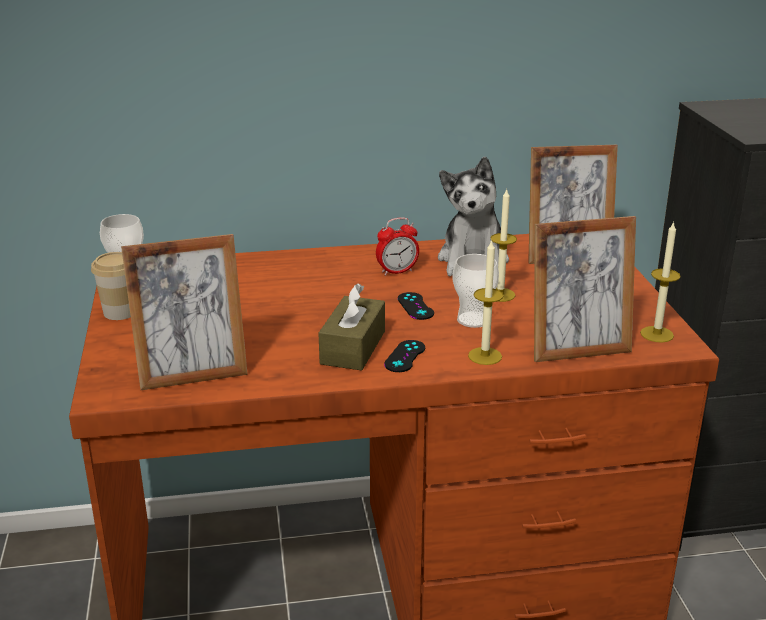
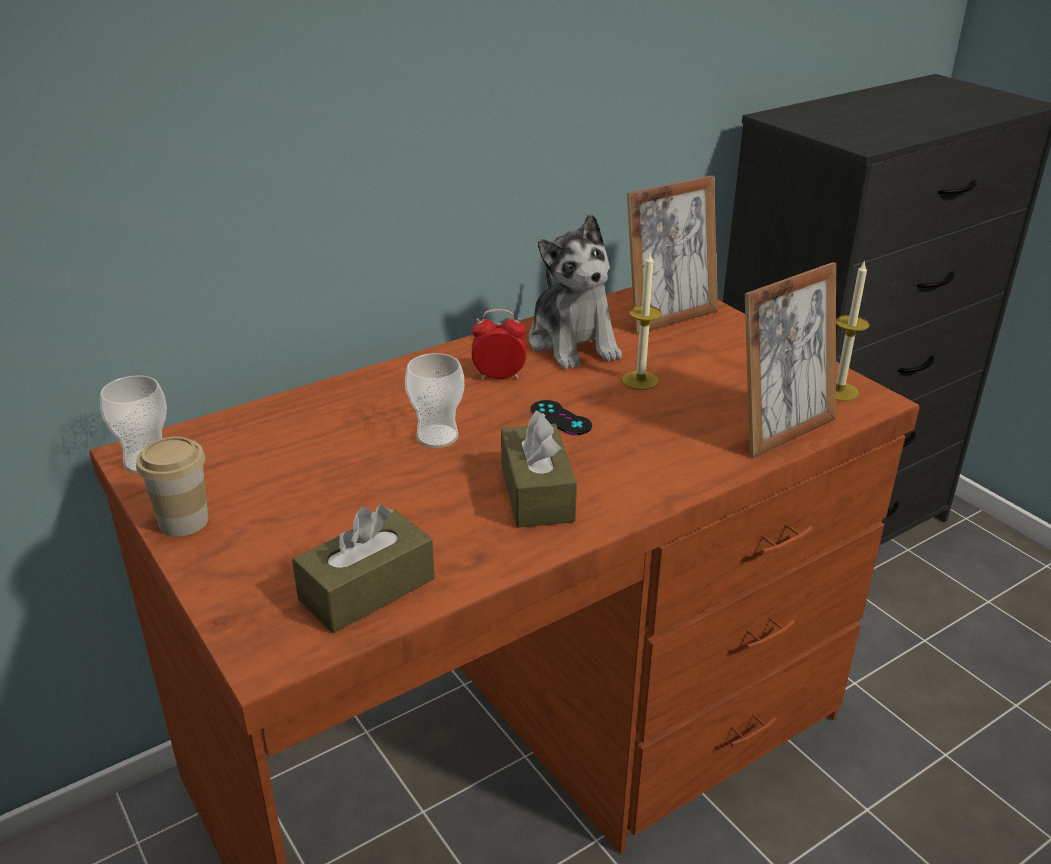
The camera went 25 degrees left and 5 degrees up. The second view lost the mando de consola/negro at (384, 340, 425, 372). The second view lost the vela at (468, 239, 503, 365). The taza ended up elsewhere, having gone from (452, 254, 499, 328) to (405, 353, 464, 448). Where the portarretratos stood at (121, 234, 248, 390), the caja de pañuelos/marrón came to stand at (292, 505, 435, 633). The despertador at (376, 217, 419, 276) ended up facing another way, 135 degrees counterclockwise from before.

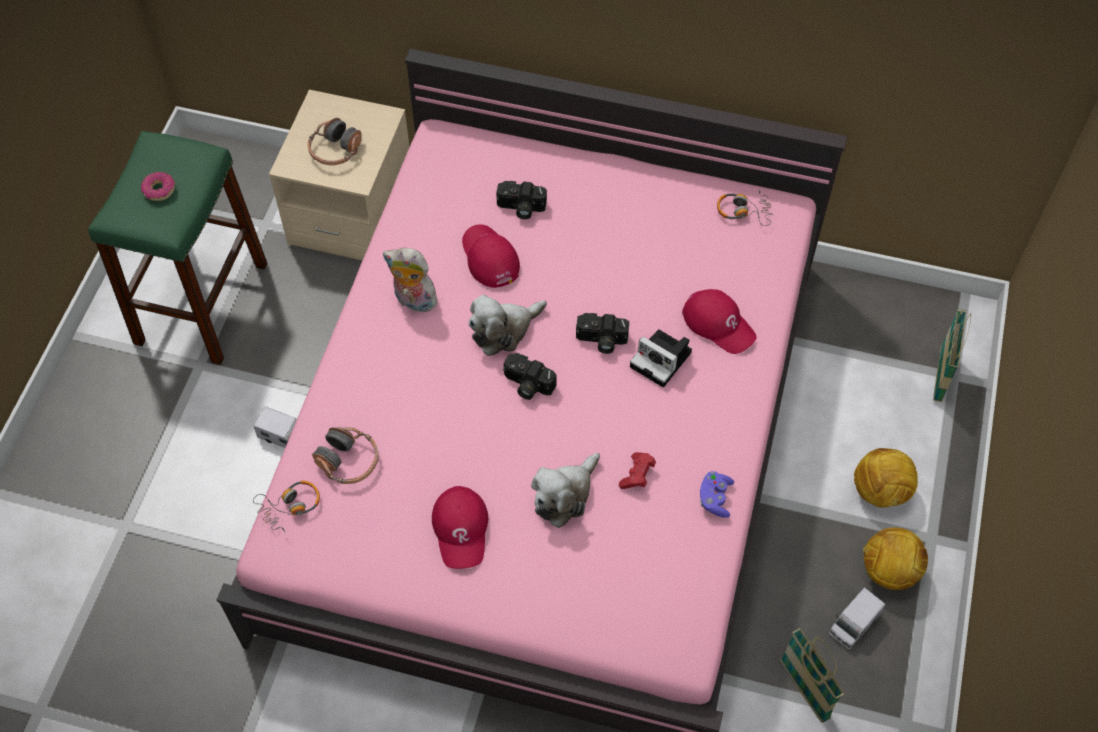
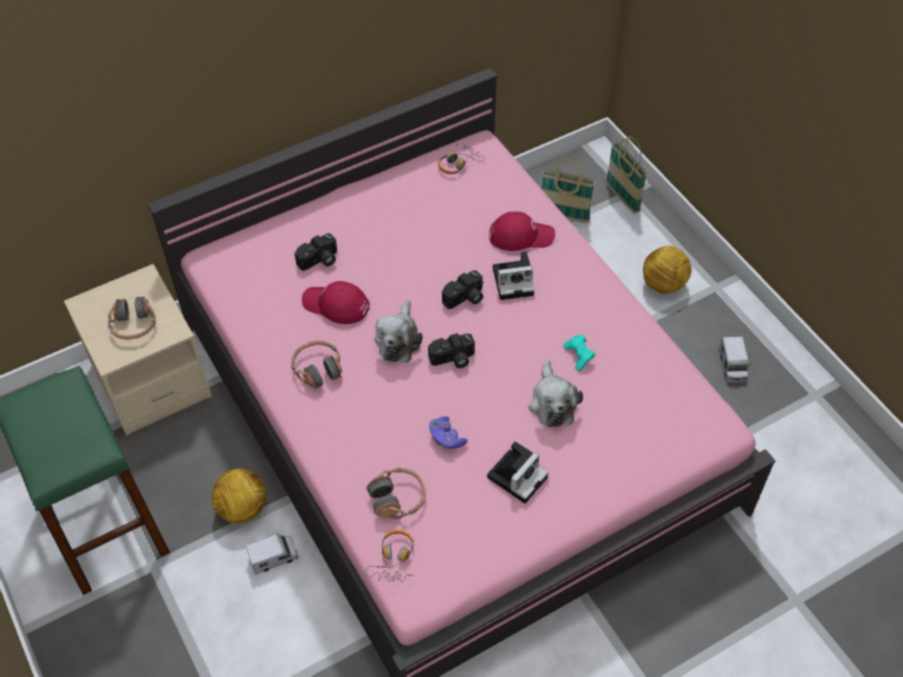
The camera went 45 degrees left and 5 degrees down. The second view lost the rosquilla at (141, 172, 175, 201). The mando de consola/morado ended up elsewhere, having gone from (700, 471, 734, 518) to (429, 416, 468, 449). The cesta ended up elsewhere, having gone from (780, 628, 845, 723) to (542, 156, 596, 223). The balón de fútbol ended up elsewhere, having gone from (863, 527, 928, 590) to (211, 469, 266, 523). Where the peluche stood at (383, 248, 438, 315), the auriculares came to stand at (291, 340, 342, 389). Where the gorra/rojo stood at (432, 486, 488, 569), the cámara came to stand at (487, 442, 548, 504). What was the mando de consola/rojo at (619, 452, 656, 489) turned into the mando de consola/turquesa at (563, 335, 595, 371).

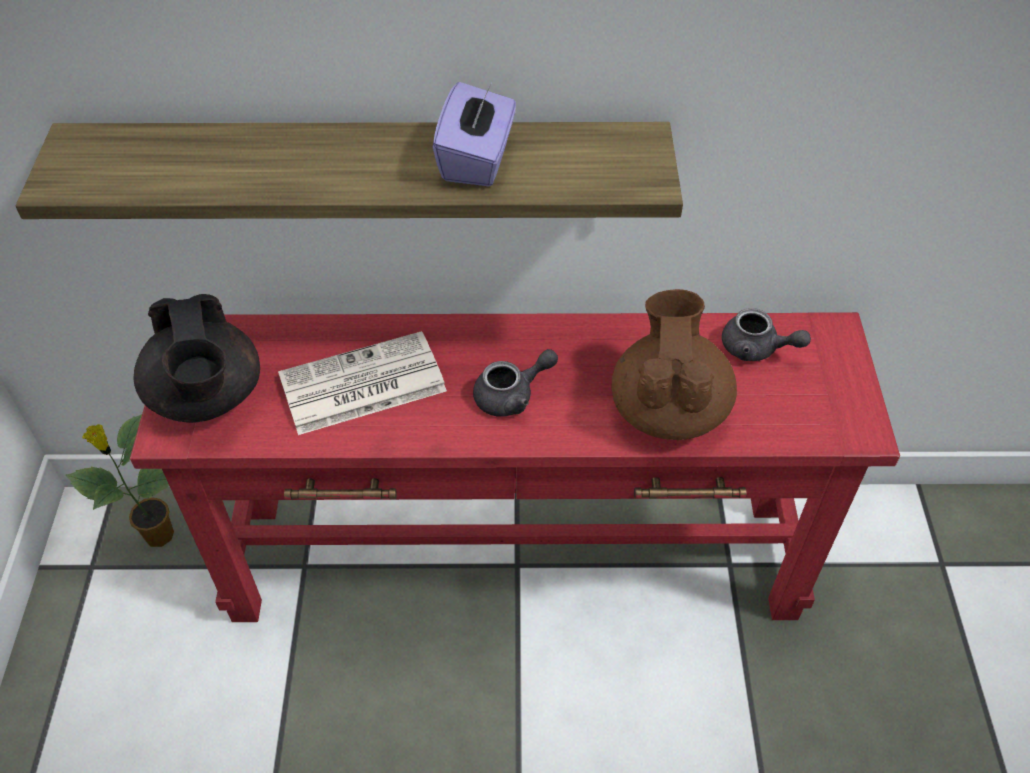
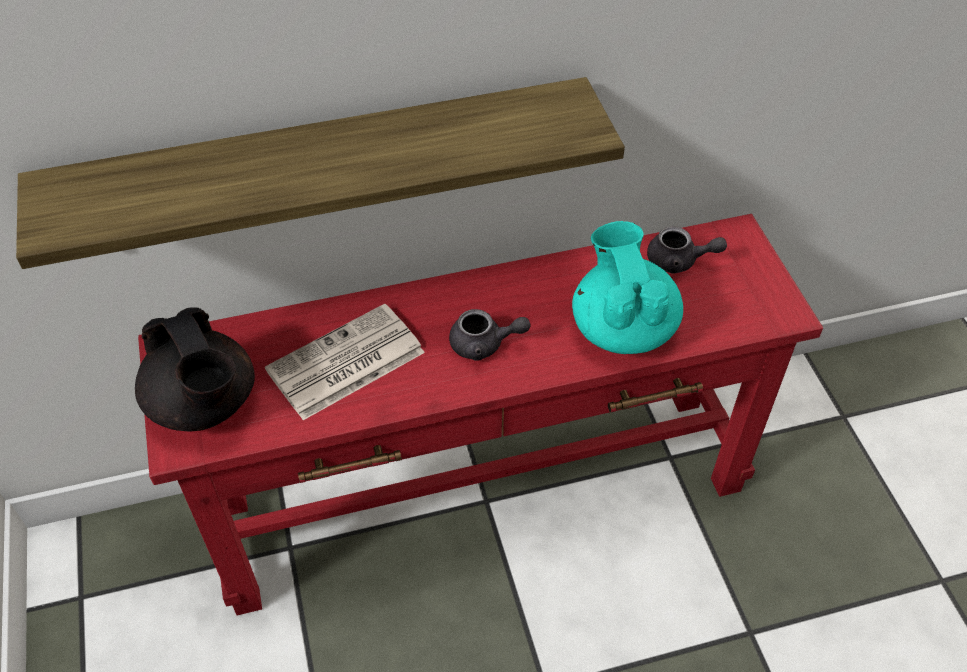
The camera went 15 degrees left and 0 degrees up. The second view lost the planta en maceta at (66, 414, 174, 547). The second view lost the caja de pañuelos/morado at (433, 82, 516, 186). What was the tetera/marrón at (611, 289, 737, 440) turned into the tetera/turquesa at (572, 221, 683, 354). The tetera/gris at (473, 349, 558, 417) ended up facing another way, 45 degrees clockwise from before.

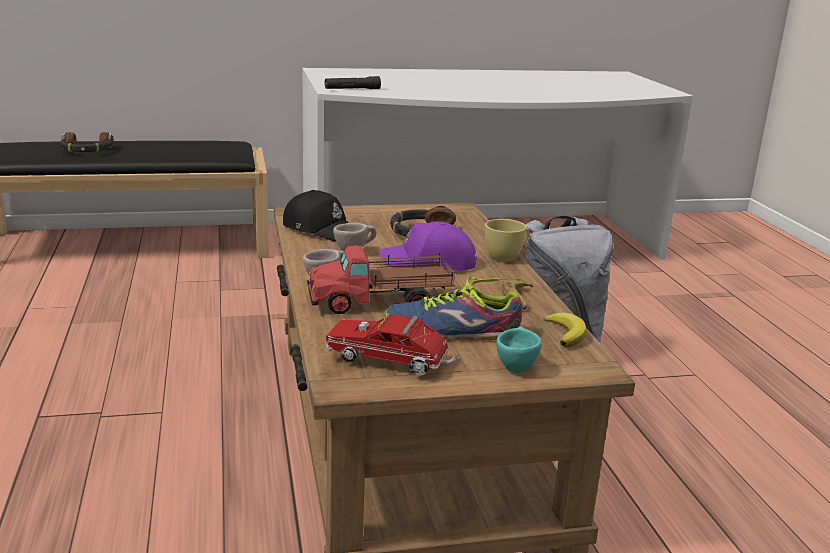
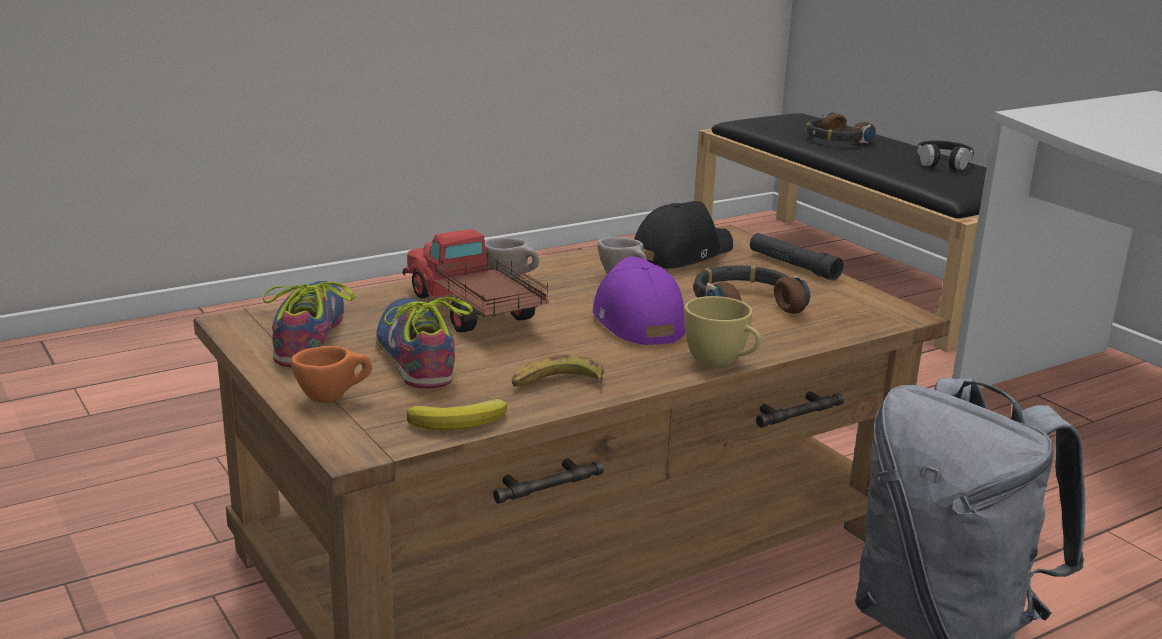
The camera went 70 degrees right and 0 degrees up. The second view gained the auriculares/negro at (916, 141, 974, 170). The linterna/negro ended up elsewhere, having gone from (325, 76, 381, 89) to (750, 233, 844, 281). Where the camión de juguete stood at (326, 313, 457, 376), the zapato came to stand at (263, 281, 355, 367). What was the taza/turquesa at (496, 326, 542, 373) turned into the taza/naranja at (291, 346, 372, 403). The gorra/negro at (283, 190, 349, 242) ended up facing another way, 150 degrees counterclockwise from before.

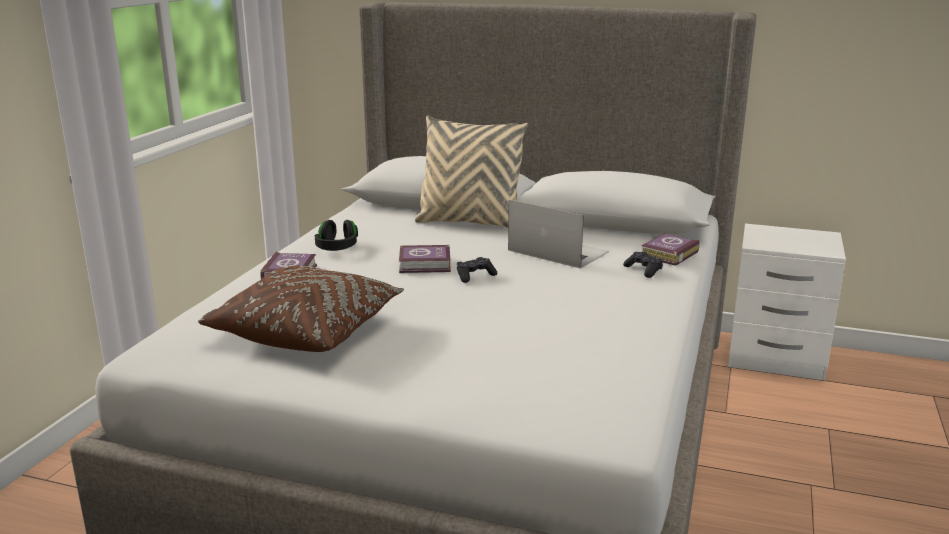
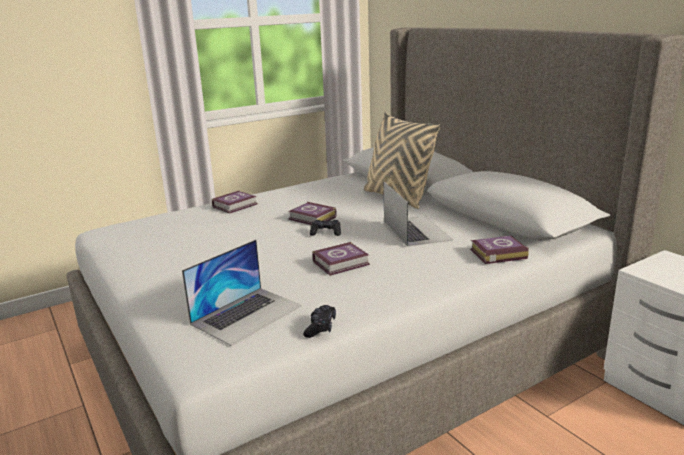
The camera went 40 degrees right and 0 degrees up. The second view lost the cojín/marrón at (198, 266, 404, 352). The second view lost the auriculares/negro at (315, 220, 358, 251). The second view gained the portátil at (182, 239, 302, 346). The second view gained the libro at (312, 242, 370, 276). The mando de consola/negro ended up elsewhere, having gone from (623, 252, 663, 278) to (303, 305, 336, 338).

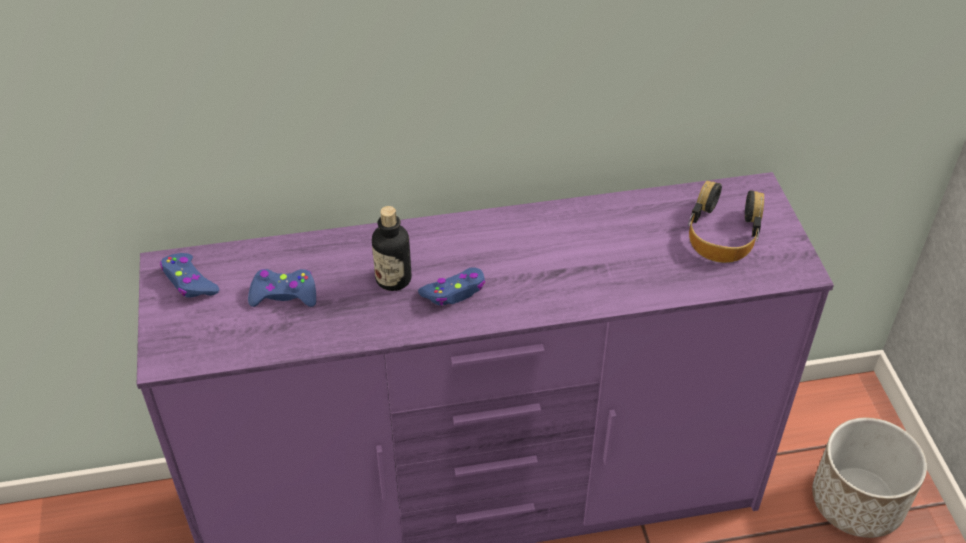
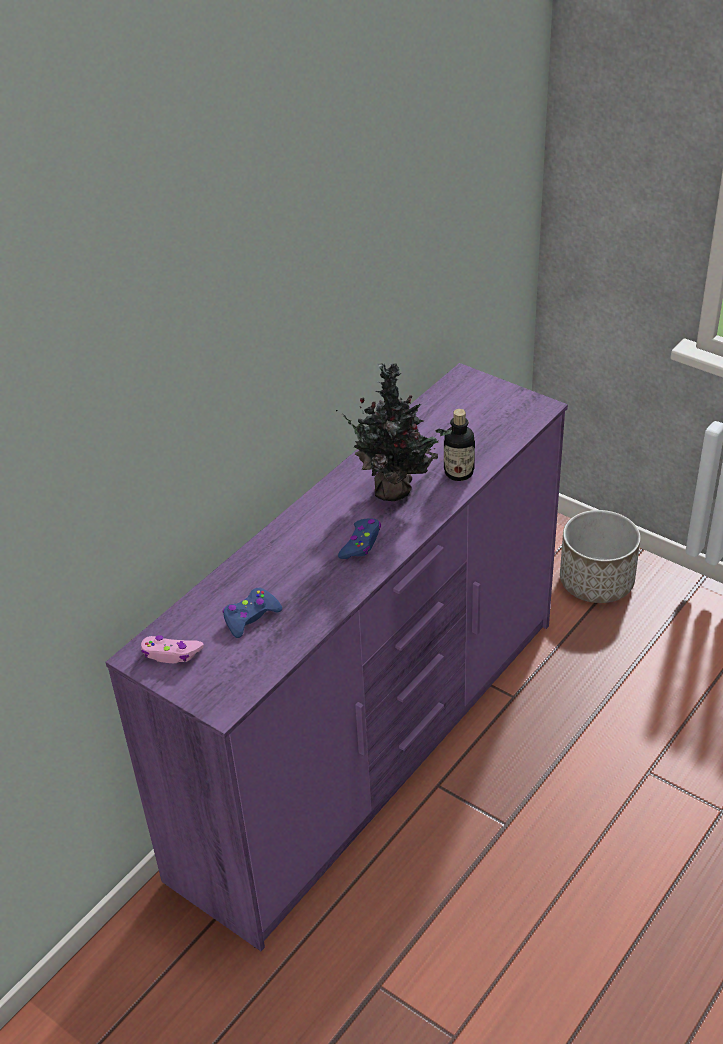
The camera went 40 degrees left and 5 degrees down. The second view lost the auriculares at (688, 181, 764, 263). The second view gained the planta en maceta at (336, 363, 452, 501). The botella ended up elsewhere, having gone from (372, 206, 412, 291) to (444, 409, 475, 481). What was the mando de consola/azul at (160, 253, 219, 298) turned into the mando de consola/rosa at (141, 635, 204, 663).

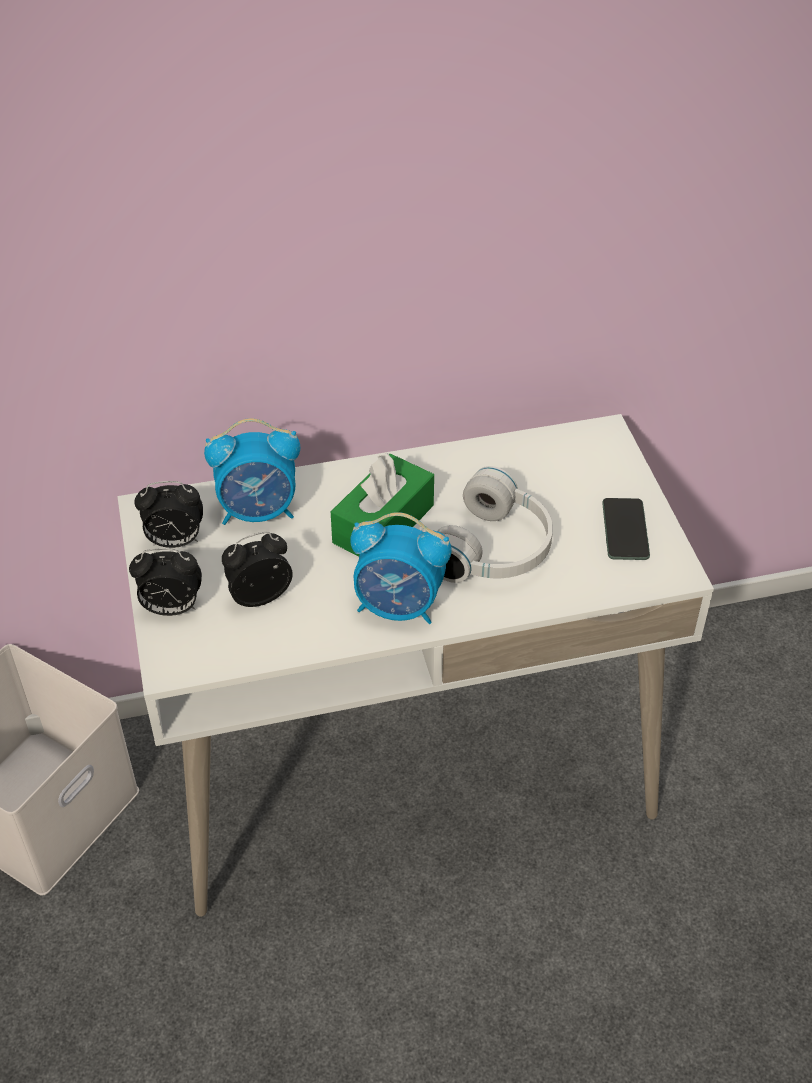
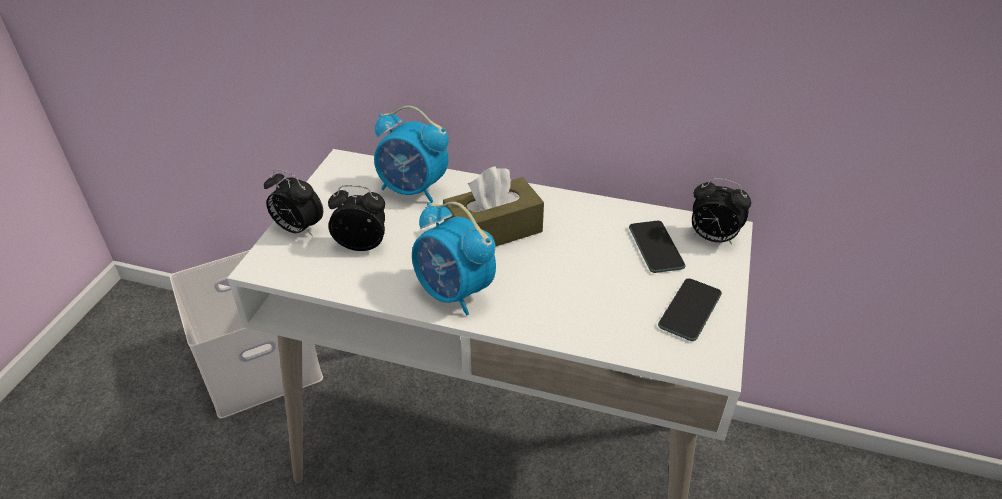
The camera went 30 degrees right and 5 degrees down. The second view lost the auriculares/blanco at (438, 466, 553, 583). The second view gained the móvil at (629, 221, 685, 273). The despertador ended up elsewhere, having gone from (134, 481, 203, 548) to (692, 178, 751, 245). What was the caja de pañuelos/verde at (331, 453, 434, 556) turned into the caja de pañuelos/marrón at (443, 166, 544, 246).

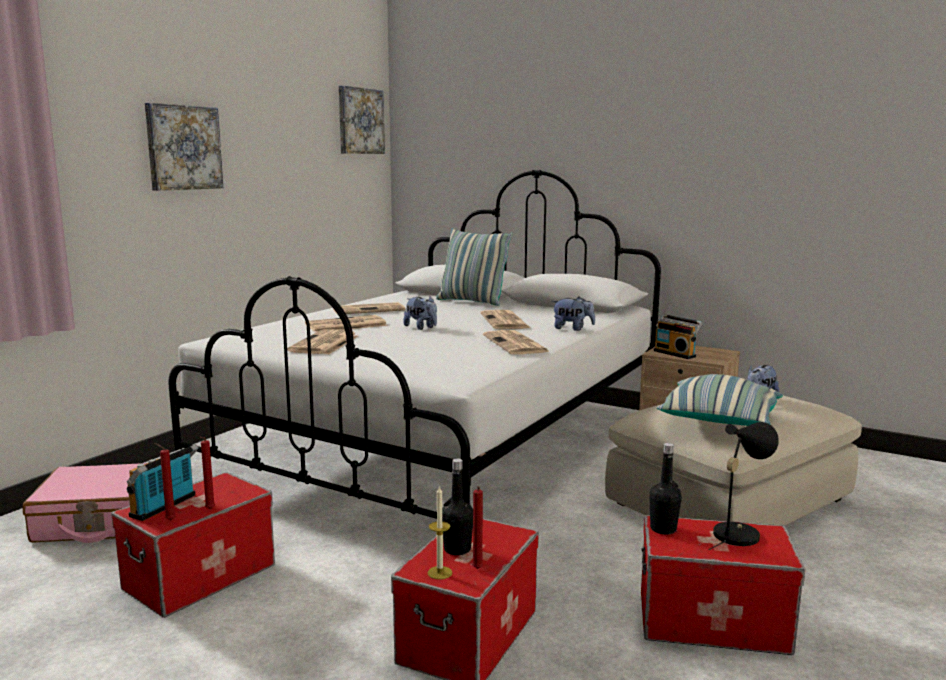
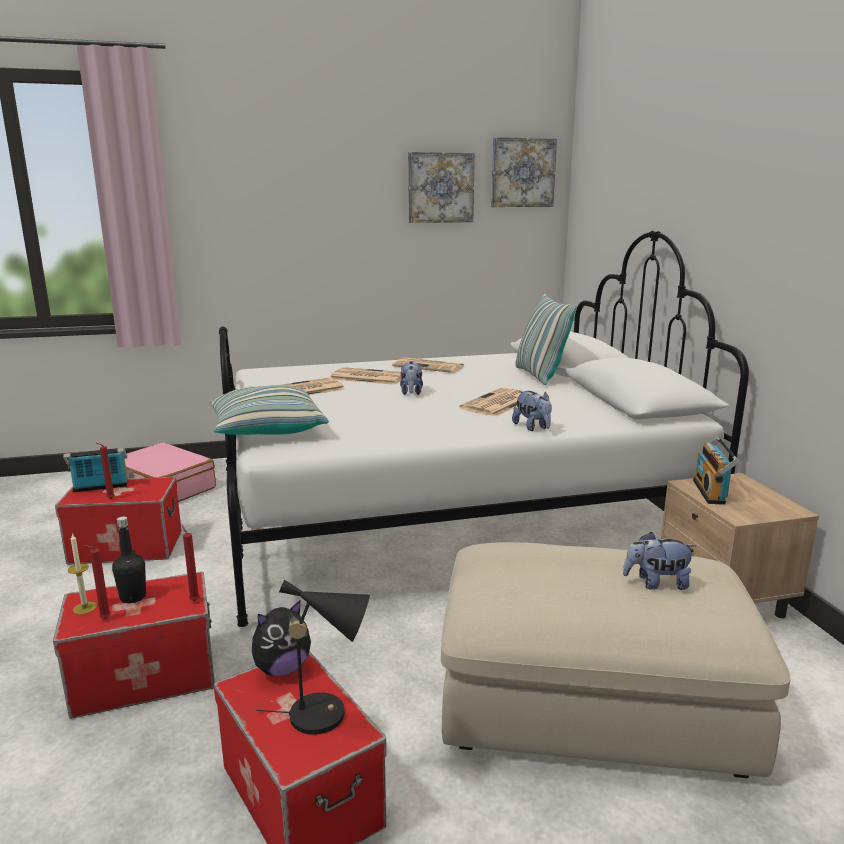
The camera went 45 degrees right and 5 degrees up. The second view lost the periódico at (483, 330, 550, 355). The cuadro ended up elsewhere, having gone from (145, 103, 223, 191) to (408, 152, 475, 223). The vela/rojo ended up elsewhere, having gone from (155, 443, 176, 520) to (182, 525, 200, 601). The cojín ended up elsewhere, having gone from (657, 374, 783, 426) to (209, 385, 329, 435). Where the botella/negro stood at (649, 443, 682, 535), the peluche came to stand at (252, 601, 311, 676).

